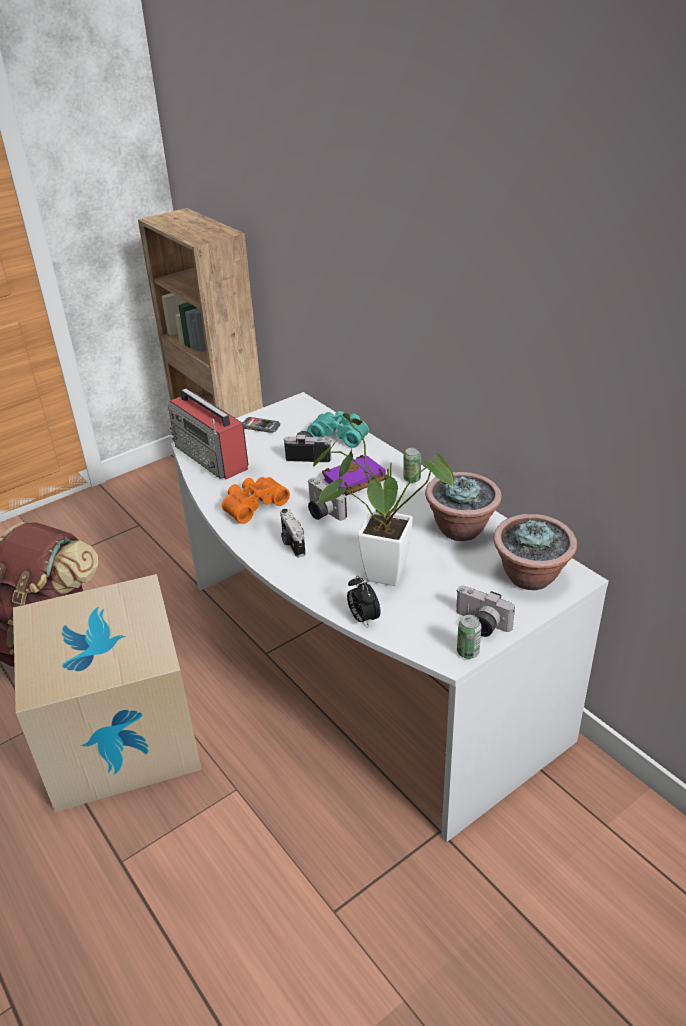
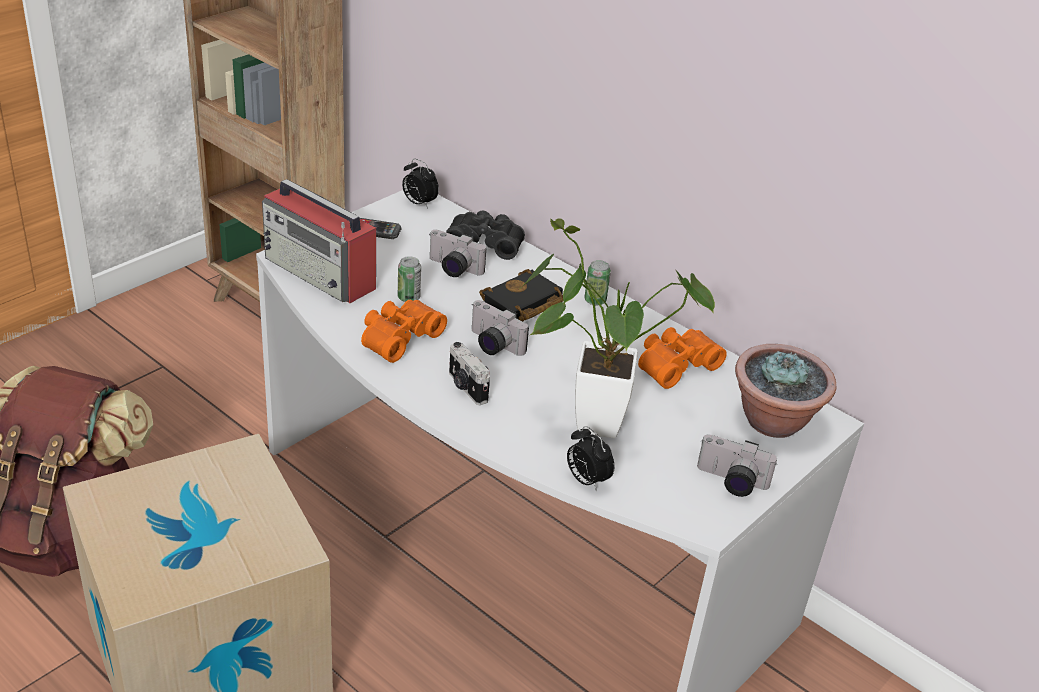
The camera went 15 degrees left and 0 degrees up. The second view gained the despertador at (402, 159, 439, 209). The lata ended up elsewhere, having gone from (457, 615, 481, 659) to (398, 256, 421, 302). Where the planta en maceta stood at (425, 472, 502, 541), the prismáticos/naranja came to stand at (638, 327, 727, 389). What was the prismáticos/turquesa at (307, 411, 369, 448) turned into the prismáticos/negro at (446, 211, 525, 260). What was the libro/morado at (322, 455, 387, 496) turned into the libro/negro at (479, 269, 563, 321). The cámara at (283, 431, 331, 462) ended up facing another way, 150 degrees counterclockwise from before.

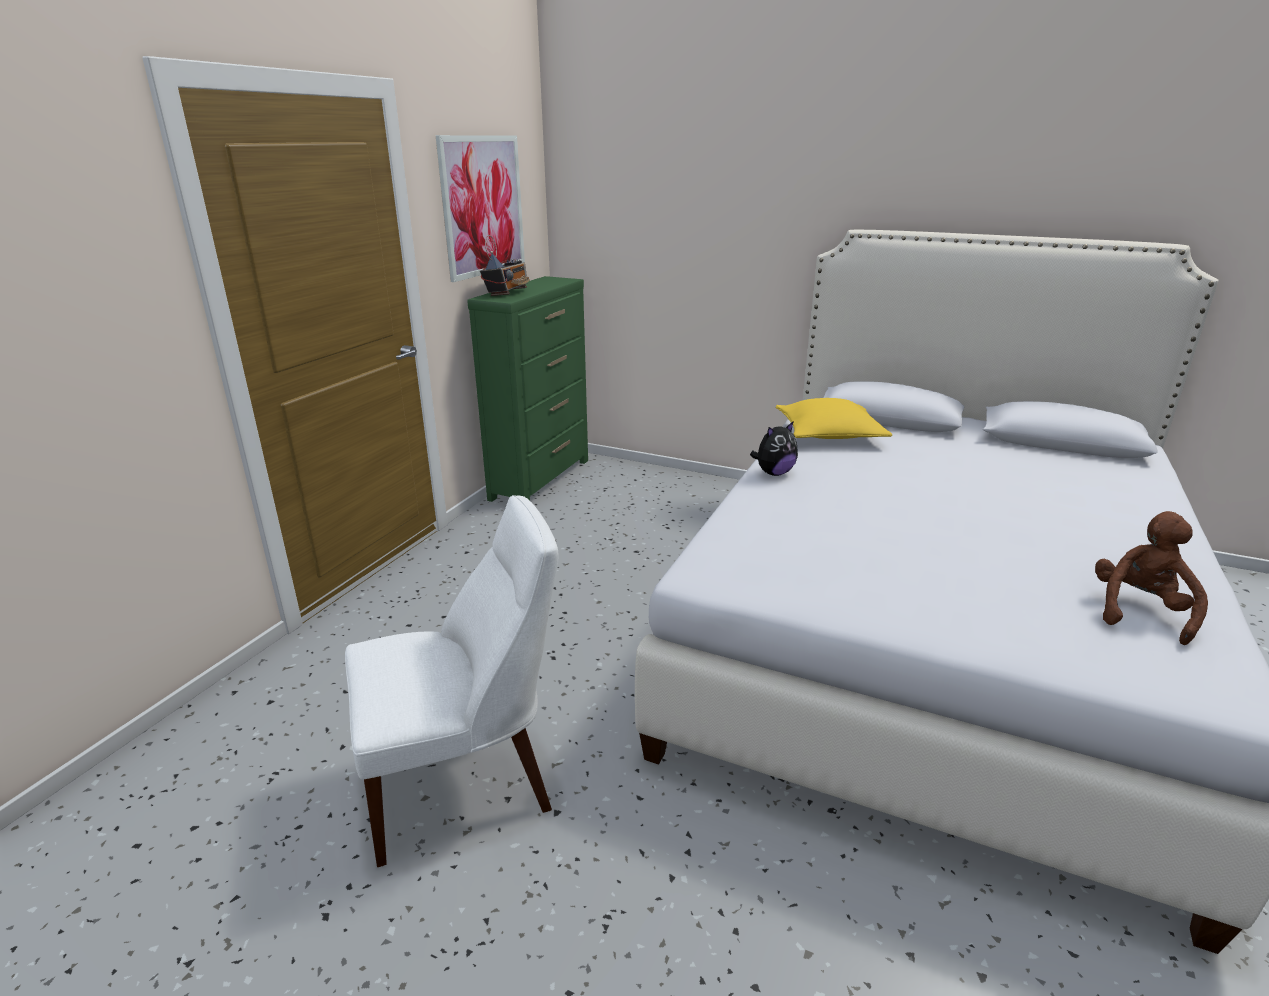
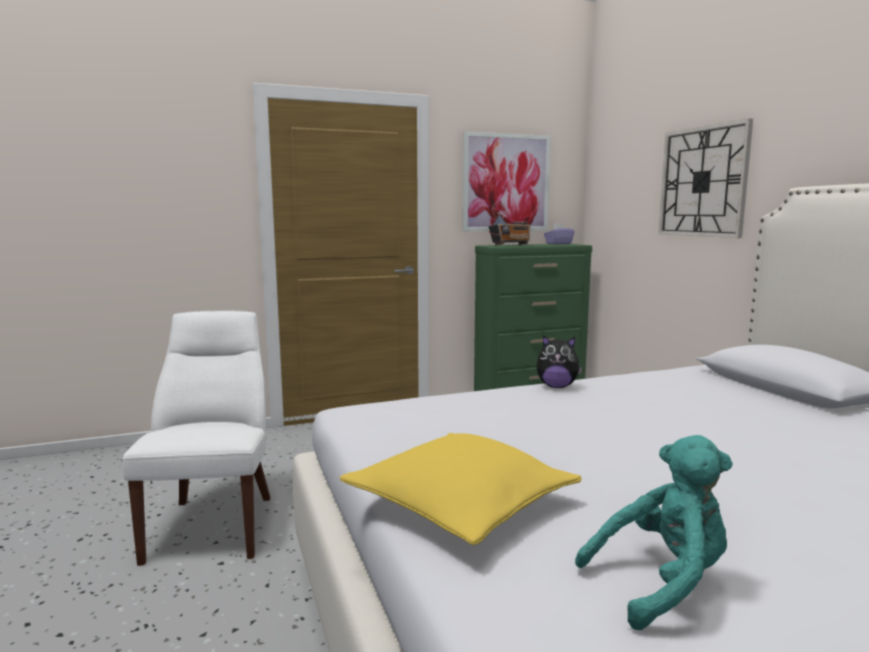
The camera went 45 degrees right and 15 degrees down. The second view gained the caja de pañuelos/morado at (544, 223, 575, 245). The second view gained the reloj de pared at (658, 118, 753, 238). The cojín/amarillo ended up elsewhere, having gone from (775, 398, 892, 439) to (339, 433, 582, 545). What was the peluche/marrón at (1095, 511, 1208, 645) turned into the peluche/turquesa at (575, 435, 733, 630). The silla/blanco at (345, 495, 558, 867) ended up facing another way, 120 degrees counterclockwise from before.

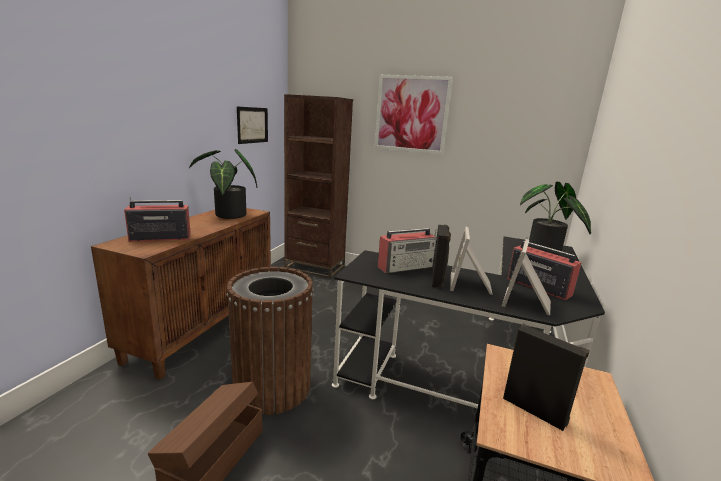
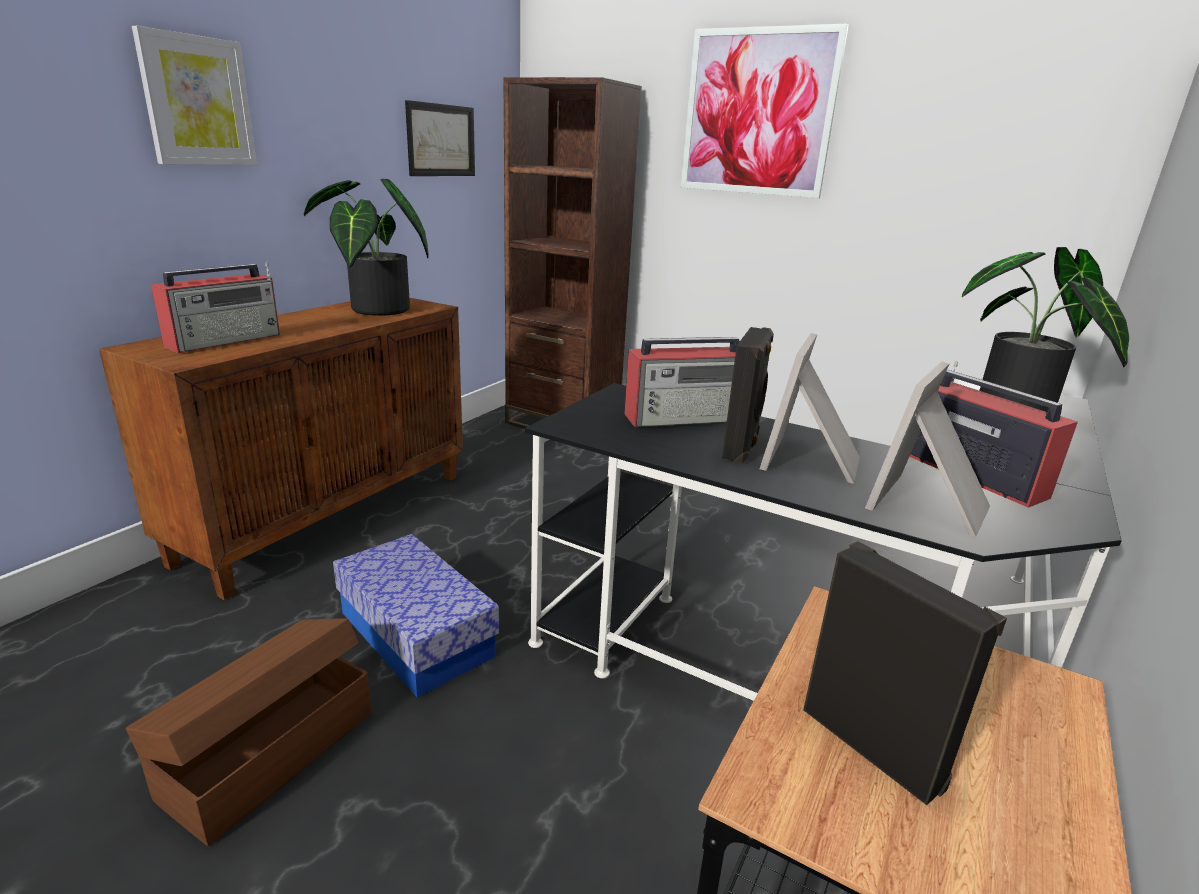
The camera went 10 degrees right and 5 degrees up. The second view gained the cuadro at (132, 26, 257, 165). Where the papelera/marrón stood at (227, 267, 313, 415), the caja de almacenaje came to stand at (333, 534, 499, 698). The radio at (124, 196, 191, 242) ended up facing another way, 135 degrees clockwise from before.

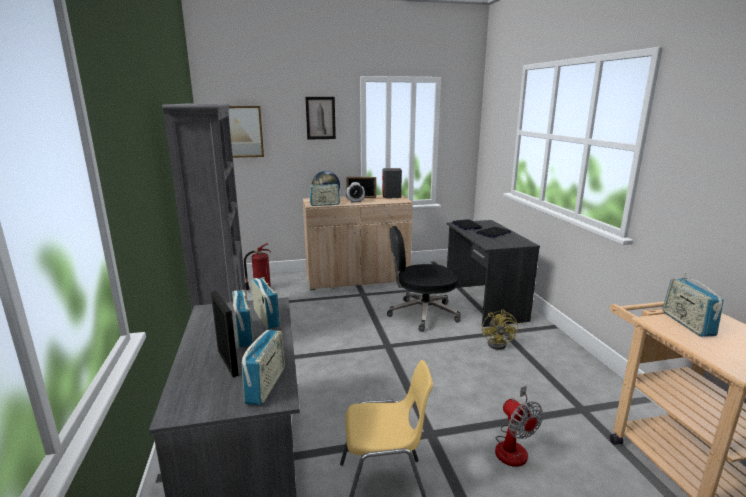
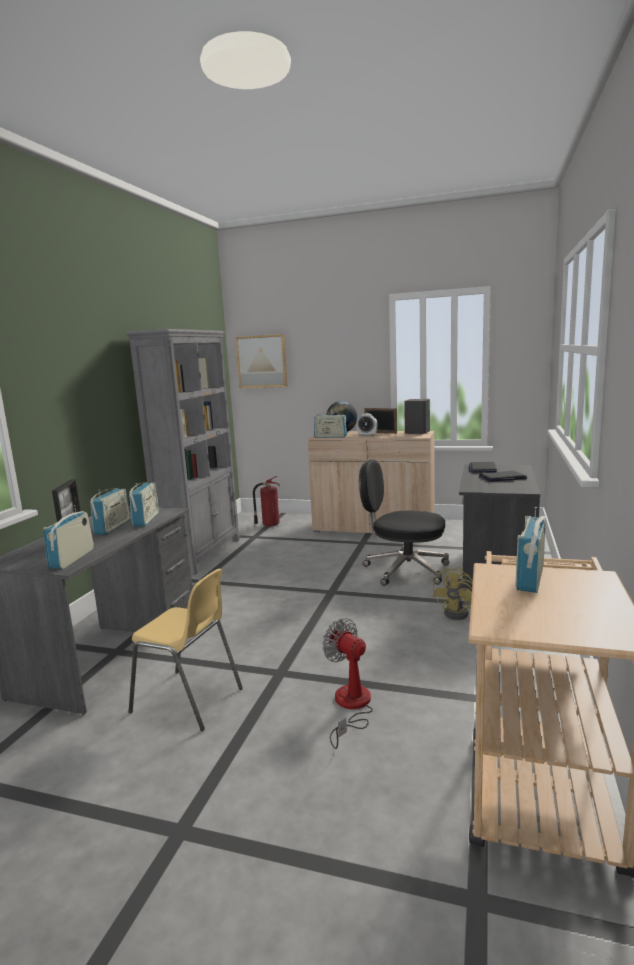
The camera went 30 degrees right and 5 degrees down. The second view lost the cuadro at (305, 97, 336, 140). The radio at (242, 330, 285, 406) ended up facing another way, 150 degrees clockwise from before. The ventilador at (495, 386, 543, 467) ended up facing another way, 135 degrees clockwise from before.

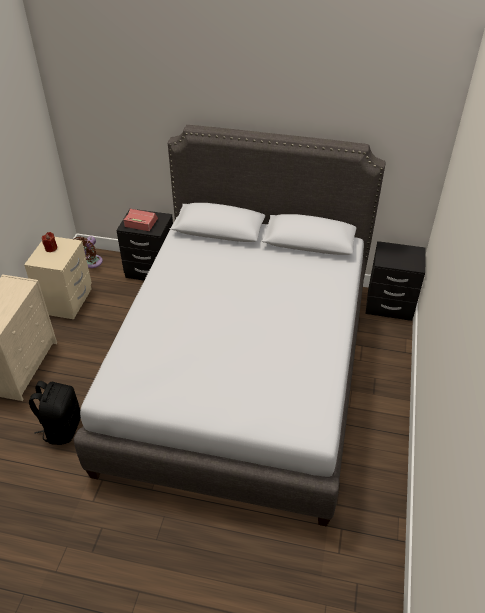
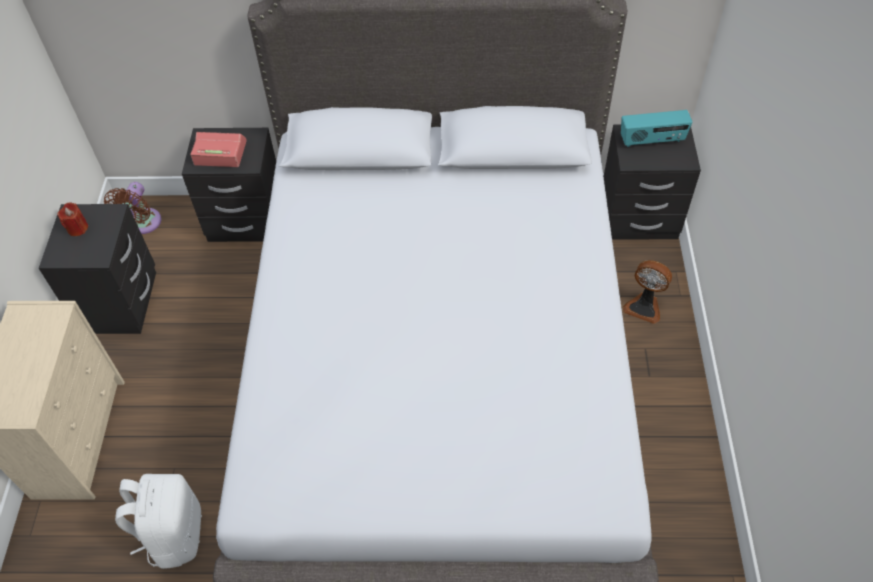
The camera went 10 degrees left and 10 degrees up. The second view gained the radio at (621, 110, 692, 147). The second view gained the ventilador at (623, 260, 672, 324). What was the mesita de noche/beis at (24, 237, 92, 319) turned into the mesita de noche/negro at (39, 204, 156, 334). What was the mochila/negro at (29, 381, 81, 445) turned into the mochila/blanco at (115, 474, 202, 569).

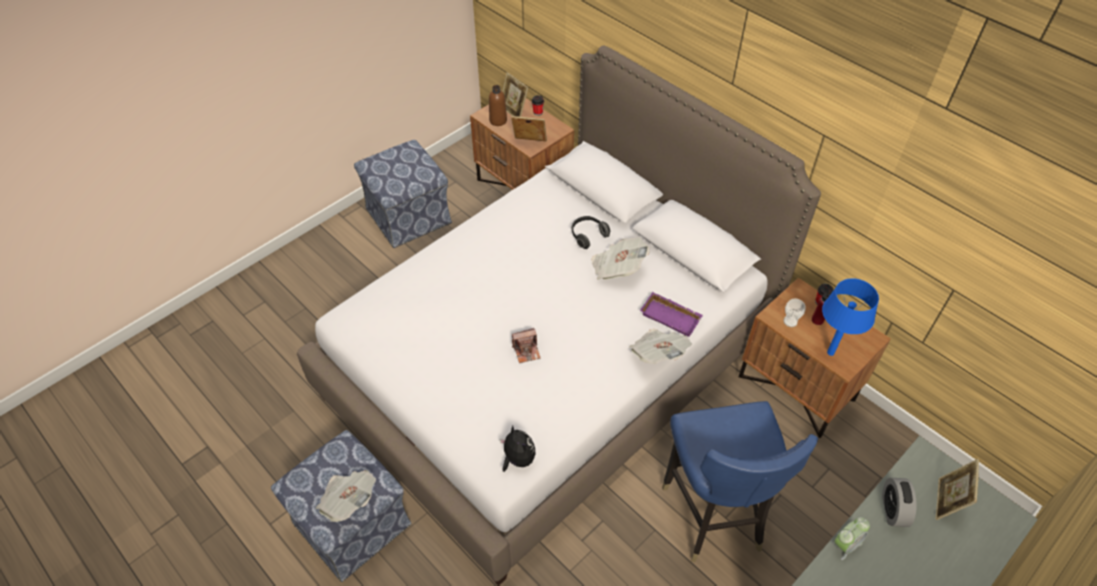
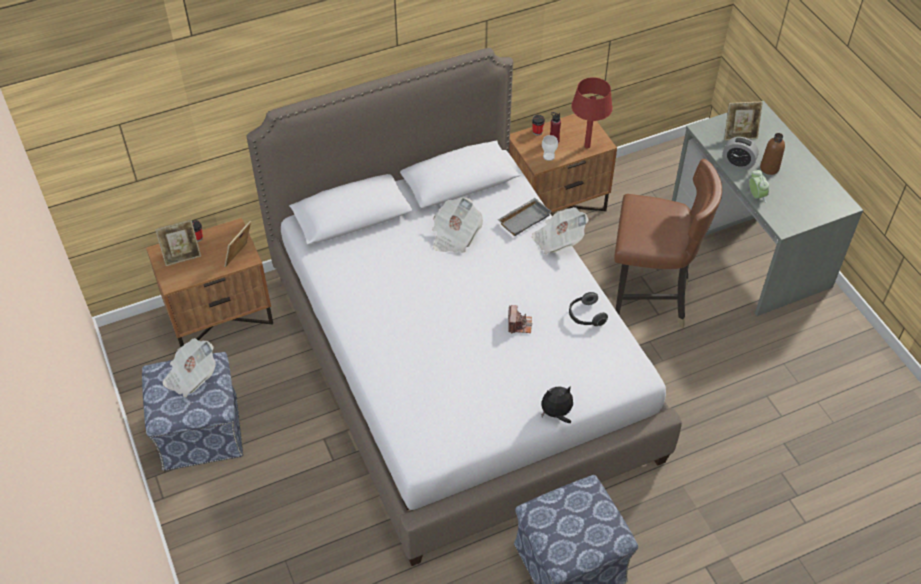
The camera went 70 degrees left and 0 degrees up. The periódico ended up elsewhere, having gone from (316, 470, 376, 522) to (163, 338, 216, 397). The botella/marrón ended up elsewhere, having gone from (489, 85, 507, 126) to (760, 133, 785, 175). The peluche ended up elsewhere, having gone from (500, 426, 535, 472) to (542, 387, 573, 423). The auriculares ended up elsewhere, having gone from (571, 216, 610, 249) to (569, 292, 608, 326). What was the bandeja/morado at (640, 292, 703, 337) turned into the bandeja/gris at (497, 198, 552, 236). What was the silla/azul at (662, 401, 818, 562) turned into the silla/marrón at (614, 159, 722, 328). What was the lámpara de mesa/azul at (822, 278, 879, 356) turned into the lámpara de mesa/rojo at (571, 77, 613, 149). The portarretratos at (935, 459, 979, 520) ended up facing another way, 45 degrees counterclockwise from before.

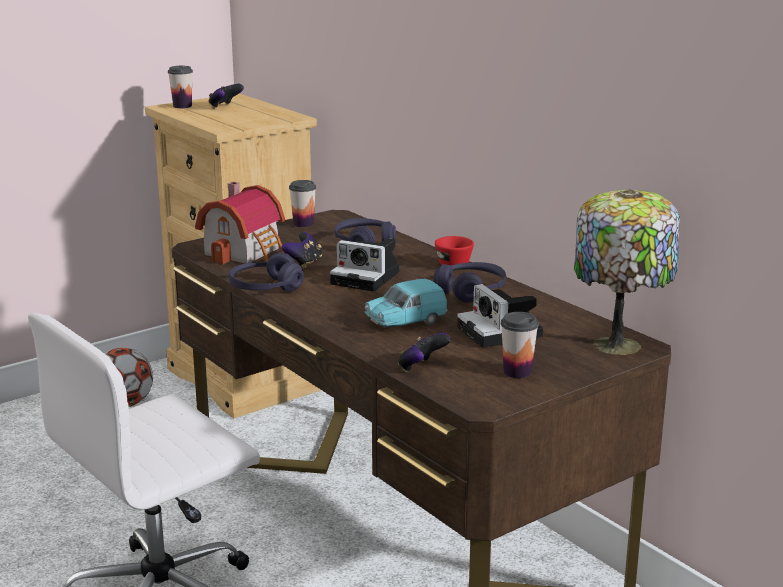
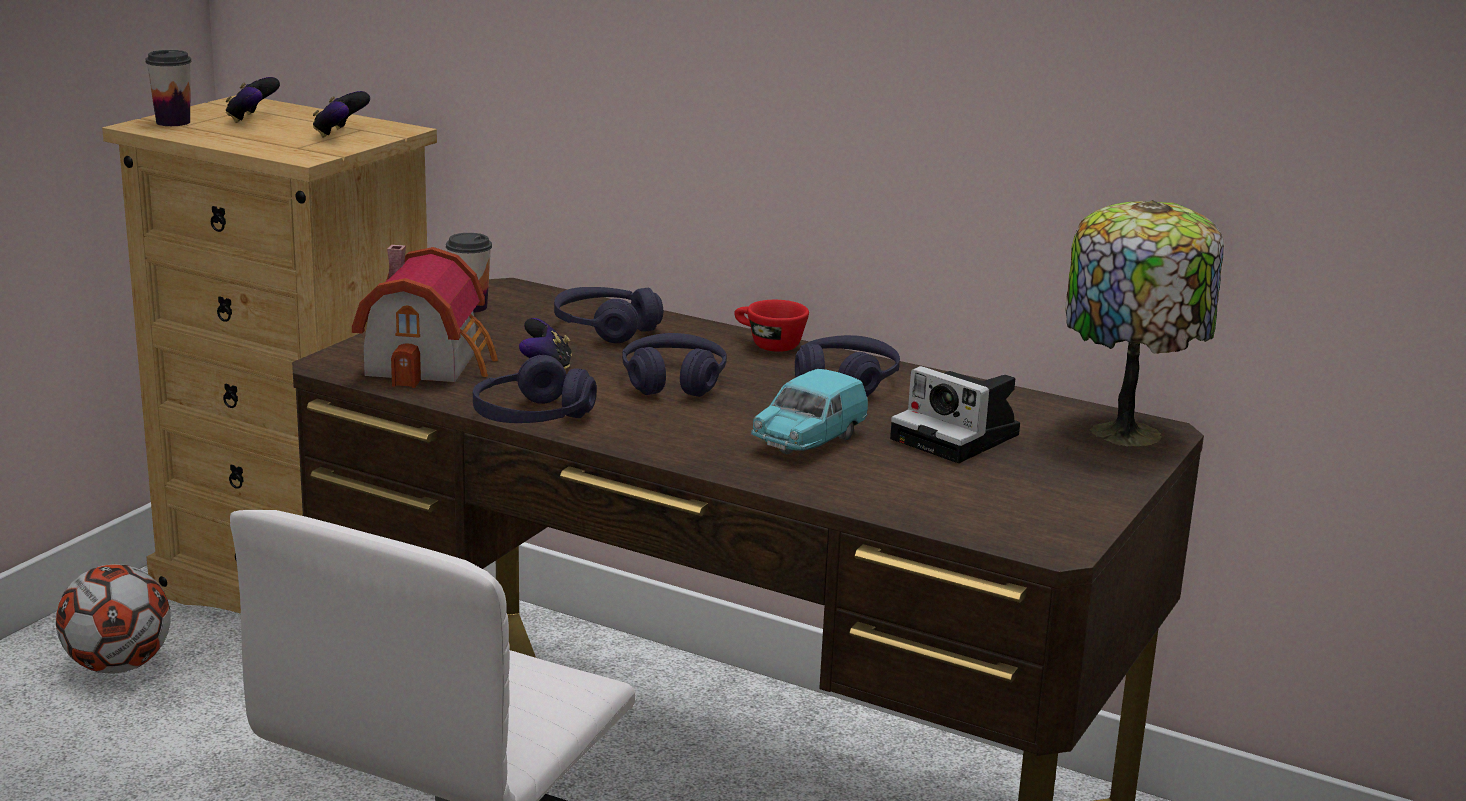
The camera went 25 degrees left and 0 degrees up. The second view lost the taza at (501, 312, 539, 378). The mando de consola ended up elsewhere, having gone from (398, 333, 450, 372) to (313, 91, 370, 138). Where the cámara stood at (330, 238, 400, 292), the auriculares/morado came to stand at (622, 333, 727, 397).

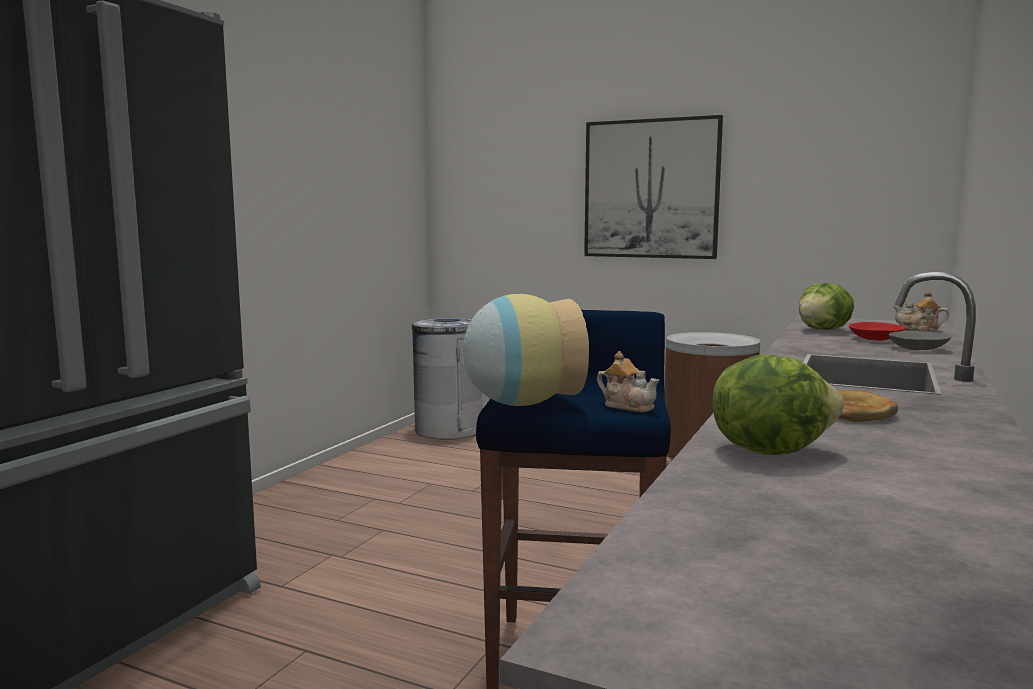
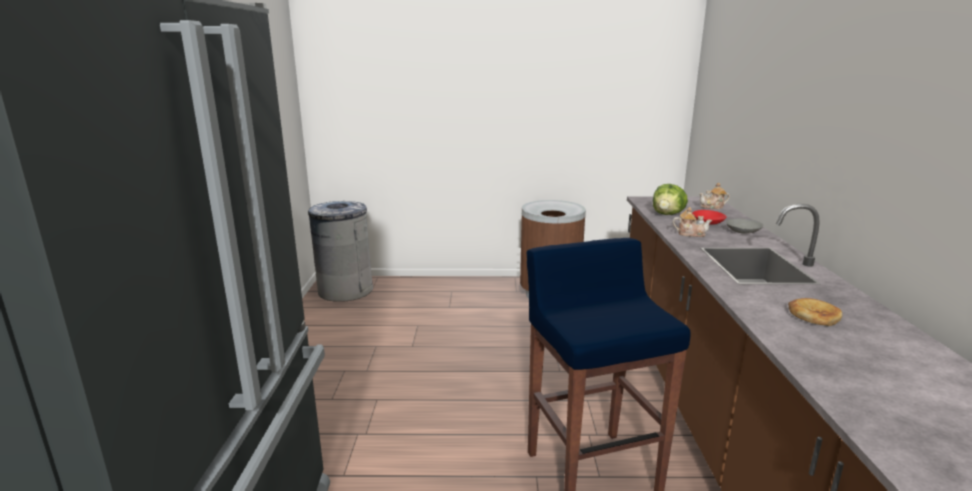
The camera went 25 degrees left and 10 degrees up. The second view lost the florero at (463, 294, 589, 406). The second view lost the cuadro at (584, 115, 723, 259). The second view lost the lechuga at (713, 354, 844, 455). The tetera ended up elsewhere, having gone from (597, 351, 659, 412) to (673, 207, 712, 237).

